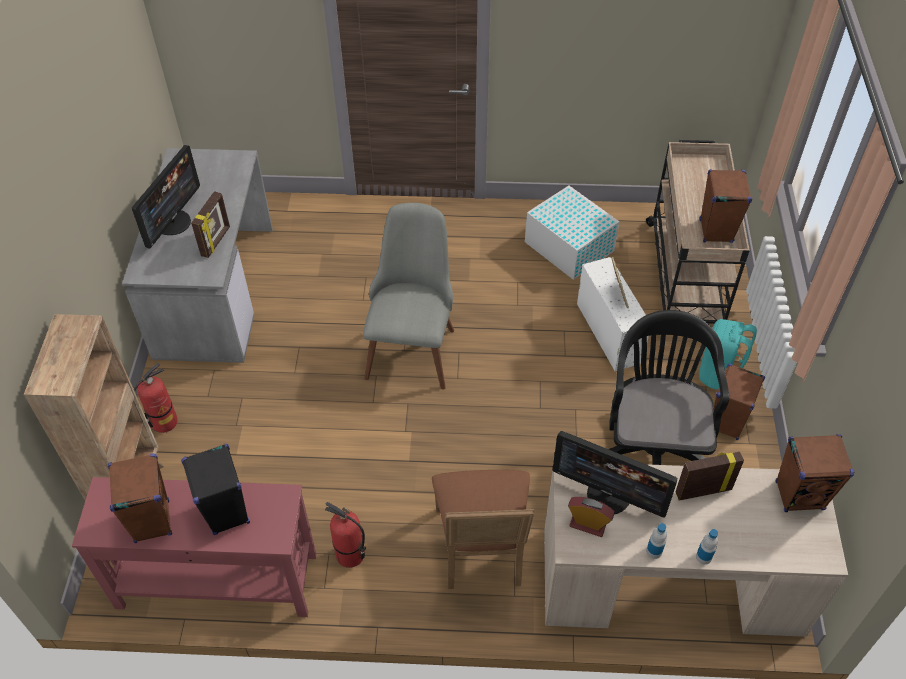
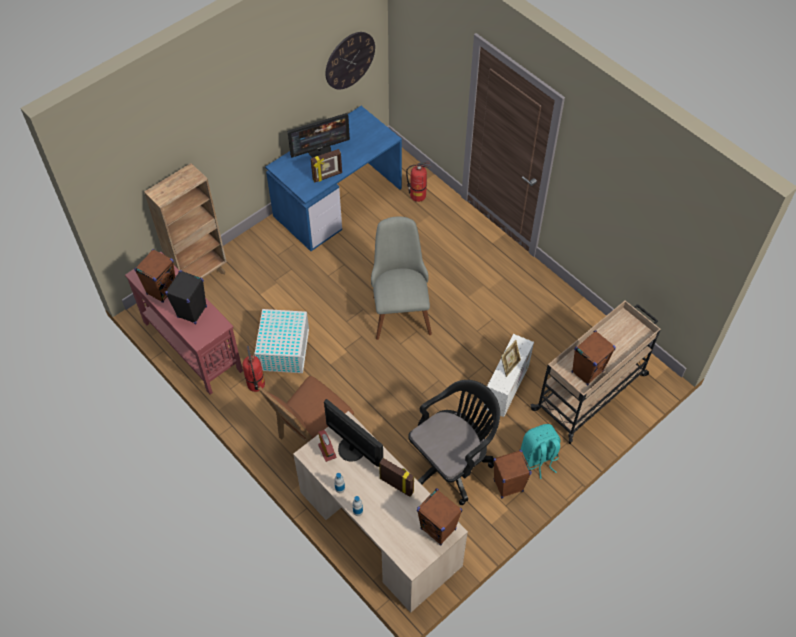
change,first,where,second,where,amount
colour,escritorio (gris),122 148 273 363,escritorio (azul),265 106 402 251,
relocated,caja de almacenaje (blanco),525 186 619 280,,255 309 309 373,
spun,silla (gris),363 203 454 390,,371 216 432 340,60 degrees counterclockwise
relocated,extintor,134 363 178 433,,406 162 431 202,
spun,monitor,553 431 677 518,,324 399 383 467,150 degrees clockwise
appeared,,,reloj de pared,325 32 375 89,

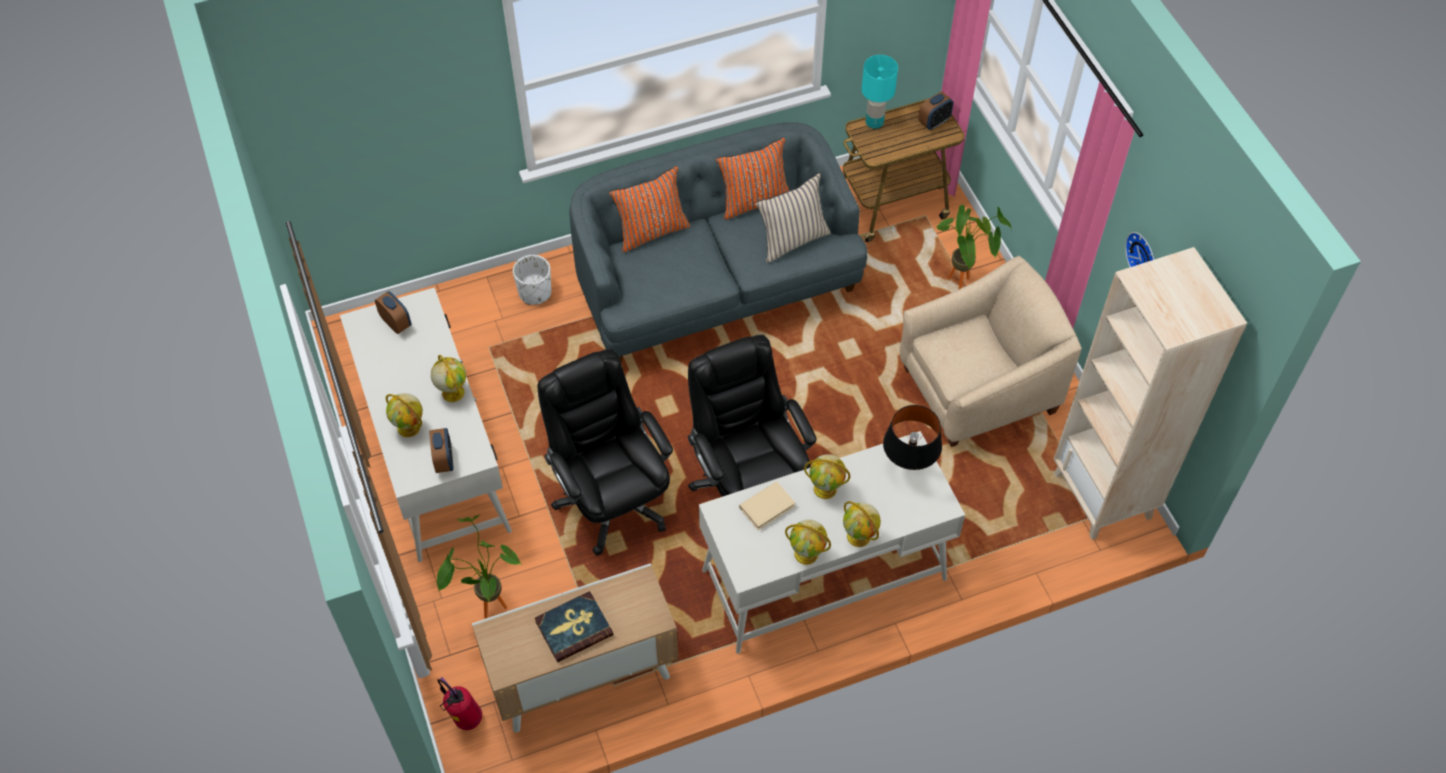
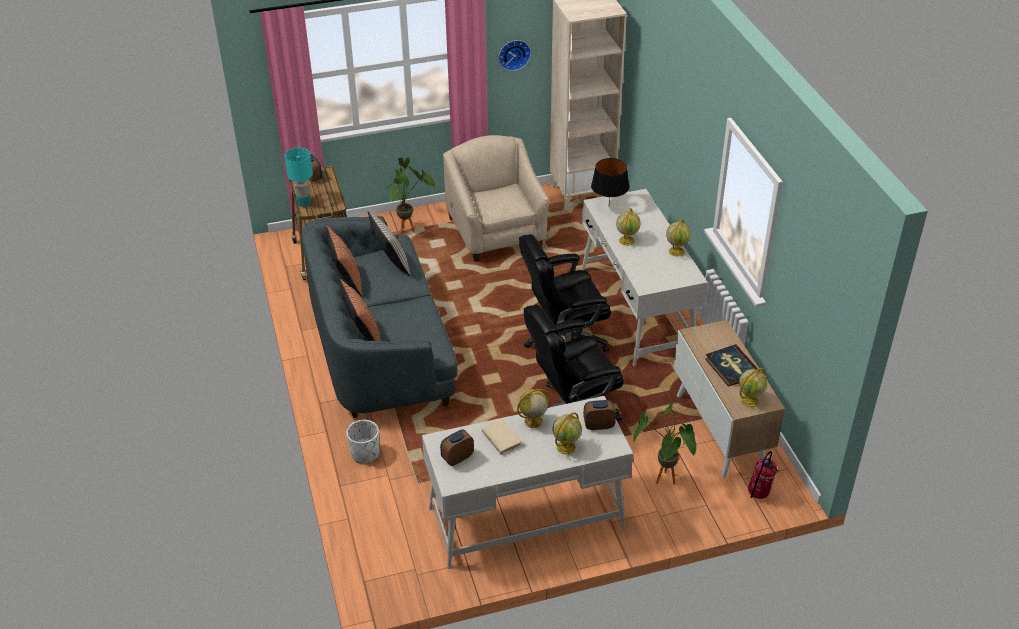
change,first,where,second,where,amount
relocated,libro (beis),739 481 795 530,,482 419 523 455,
relocated,globo terráqueo,843 501 881 547,,739 368 767 407,

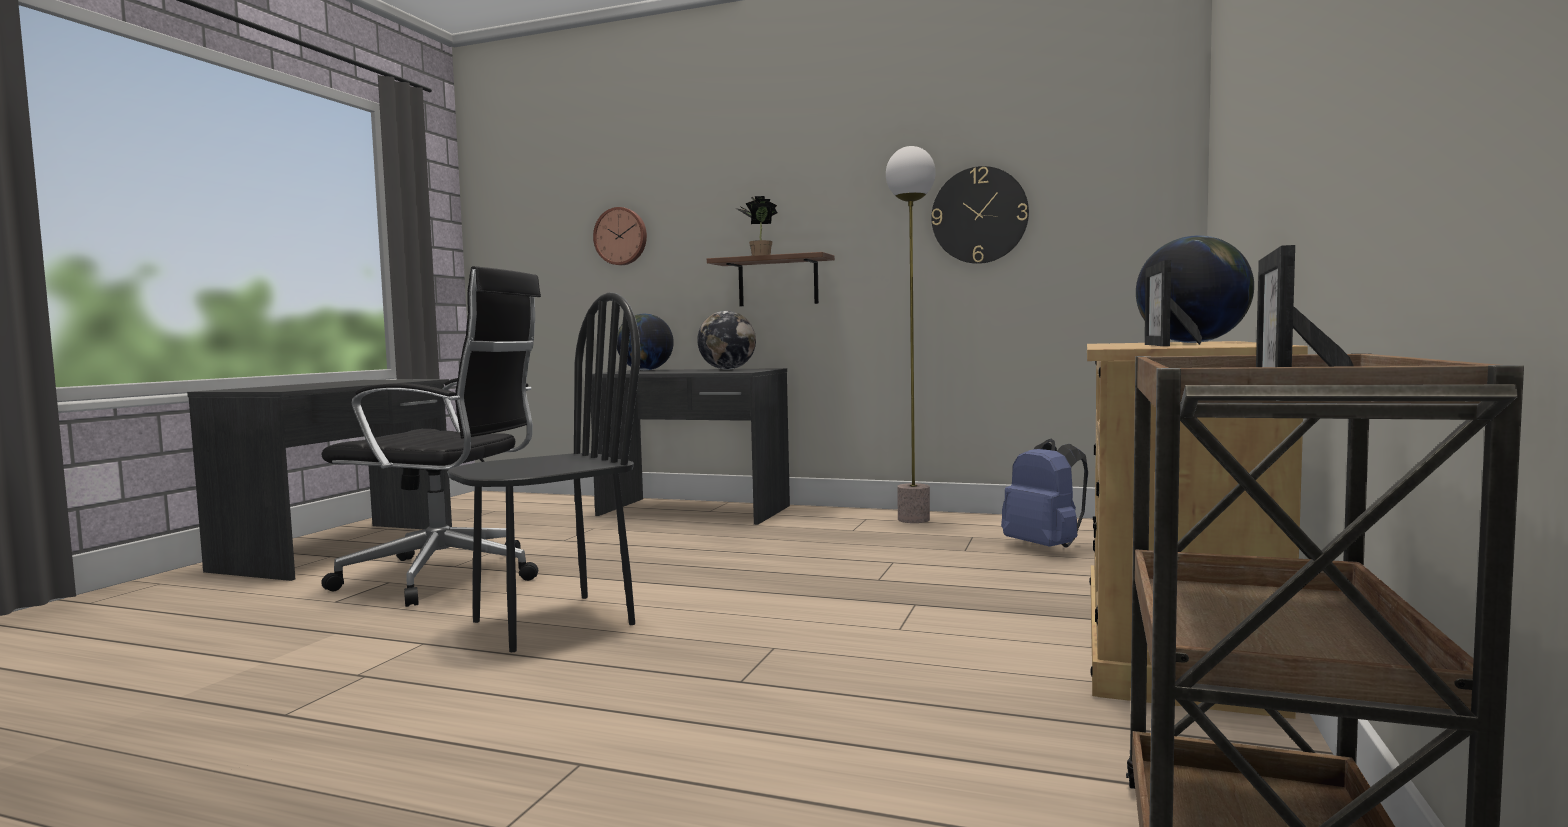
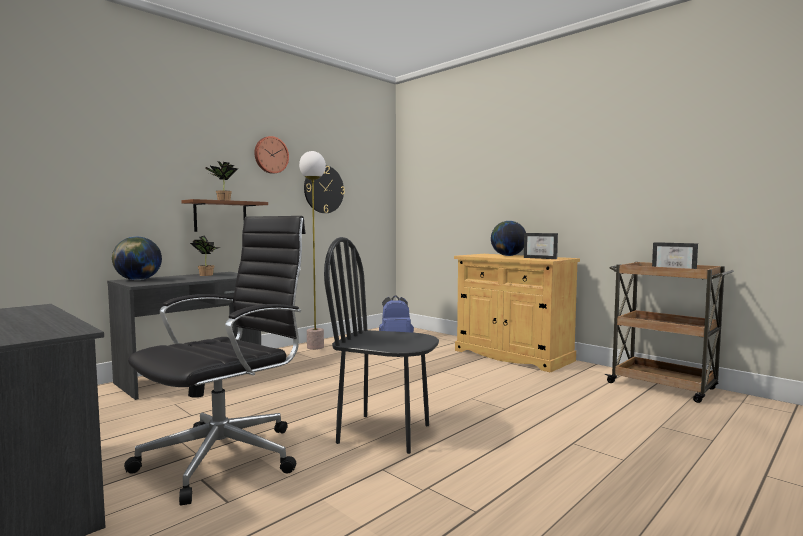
change,first,where,second,where,amount
relocated,reloj de pared,593 207 647 265,,254 136 289 174,
spun,silla (negro),447 292 640 652,,324 237 439 454,60 degrees counterclockwise
exchanged,globo terráqueo,697 311 756 370,planta en maceta,190 235 220 276,

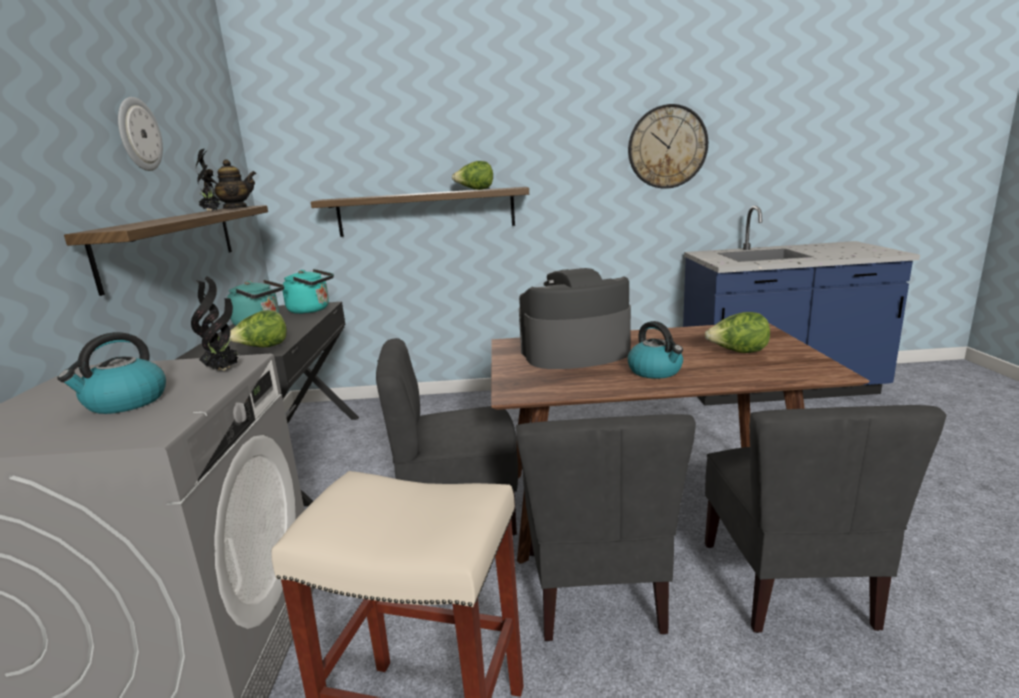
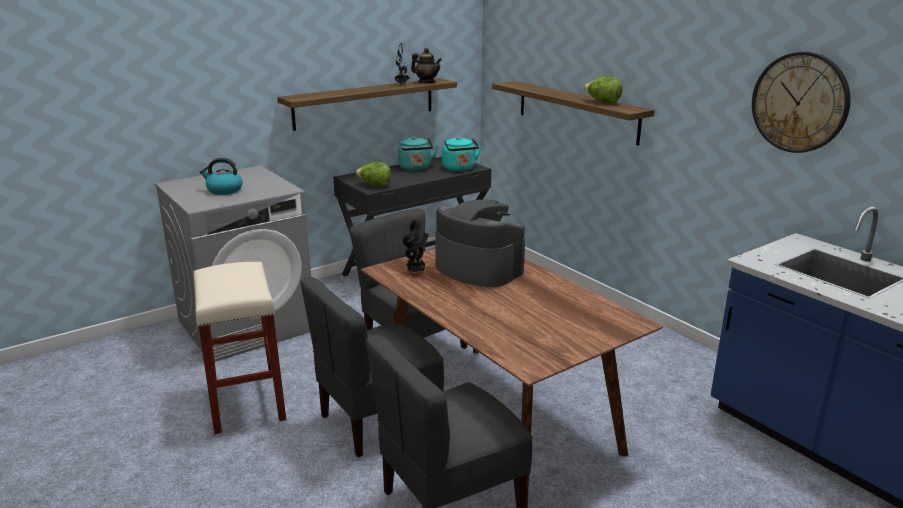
change,first,where,second,where,amount
missing,reloj de pared,118 97 163 171,,,
relocated,planta en maceta,191 276 240 371,,403 217 428 273,
missing,lechuga,705 312 770 353,,,
missing,hervidor,628 321 683 379,,,

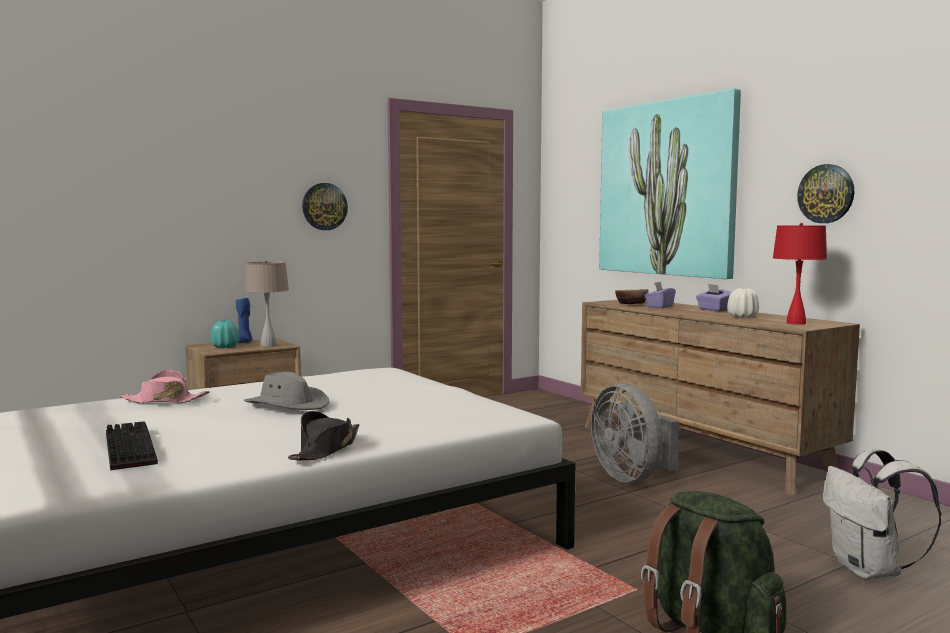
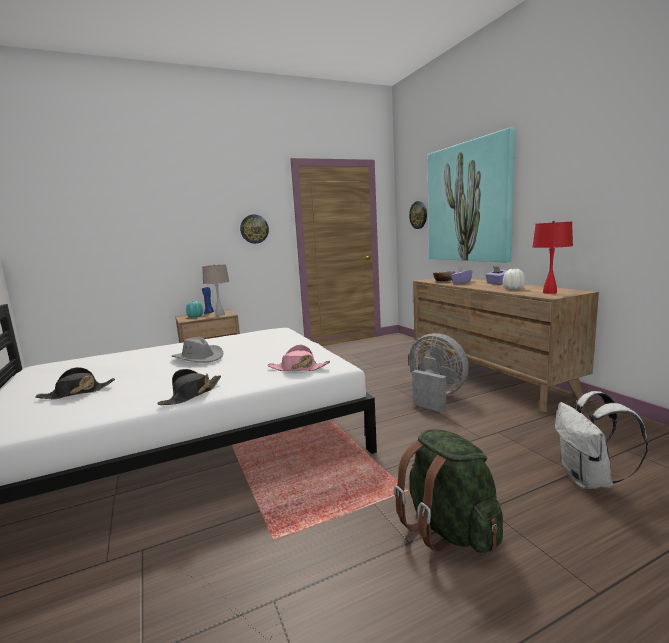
change,first,where,second,where,amount
relocated,reloj de pared,797 164 854 223,,409 201 427 229,
relocated,sombrero (rosa),120 369 209 403,,268 345 330 371,
spun,ventilador (gris),591 384 679 483,,409 333 469 413,150 degrees clockwise
exchanged,teclado,106 421 158 470,sombrero (negro),35 367 115 399,

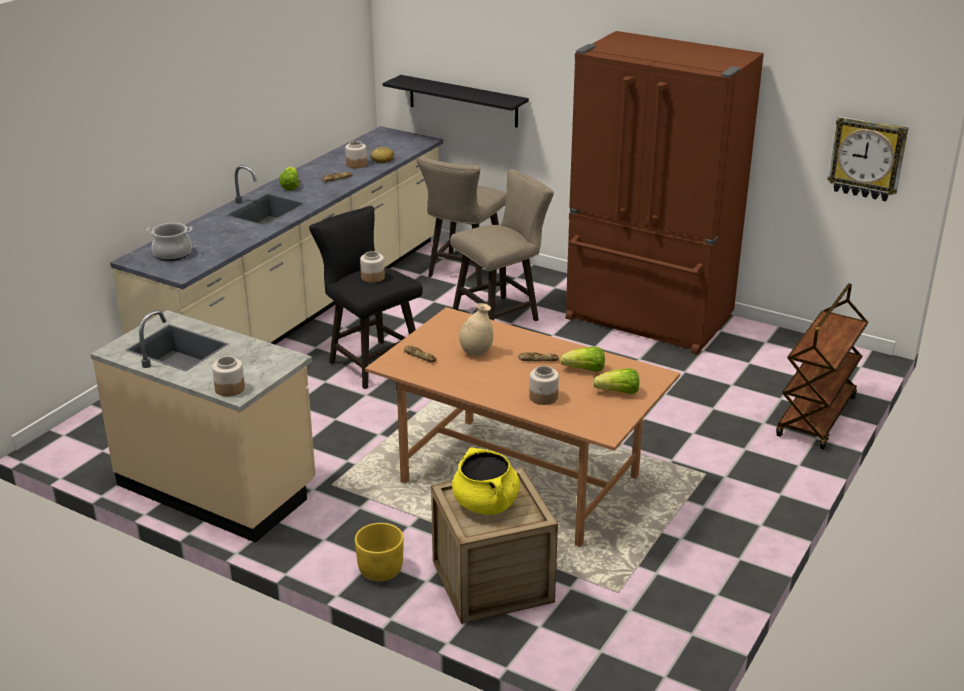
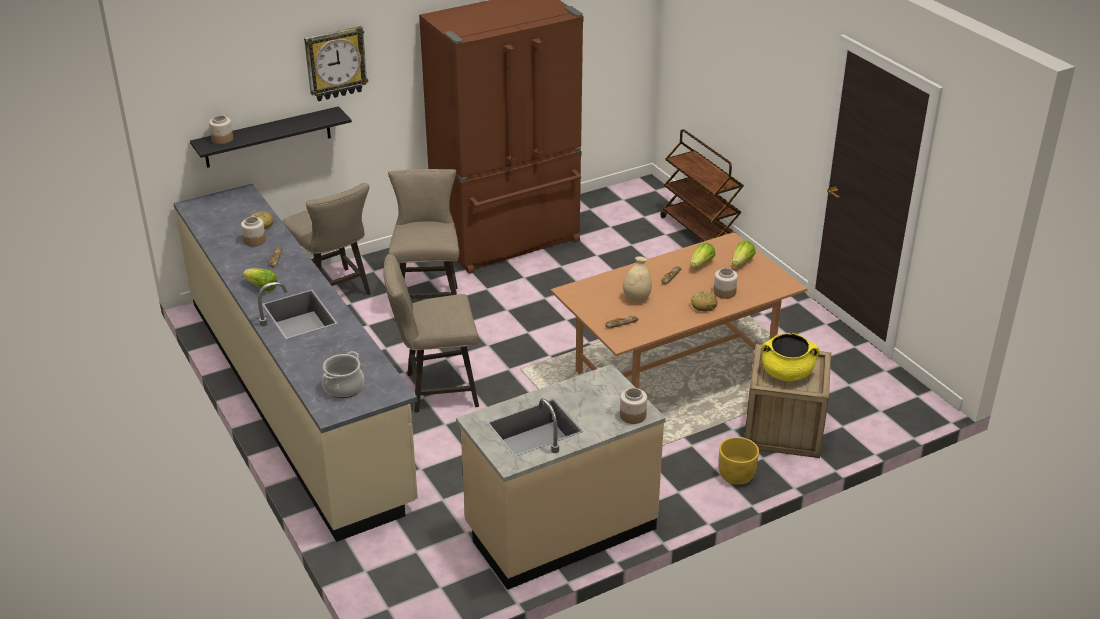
change,first,where,second,where,amount
relocated,reloj de pared,827 116 908 201,,304 26 368 101,
colour,taburete (negro),309 206 423 389,taburete (beis),384 254 479 412,
relocated,tarro,360 251 385 283,,209 115 233 144,
appeared,,,pan,691 291 717 312,

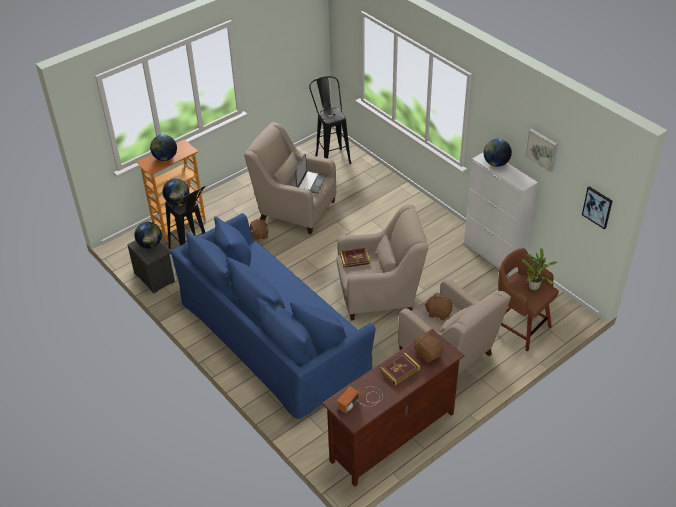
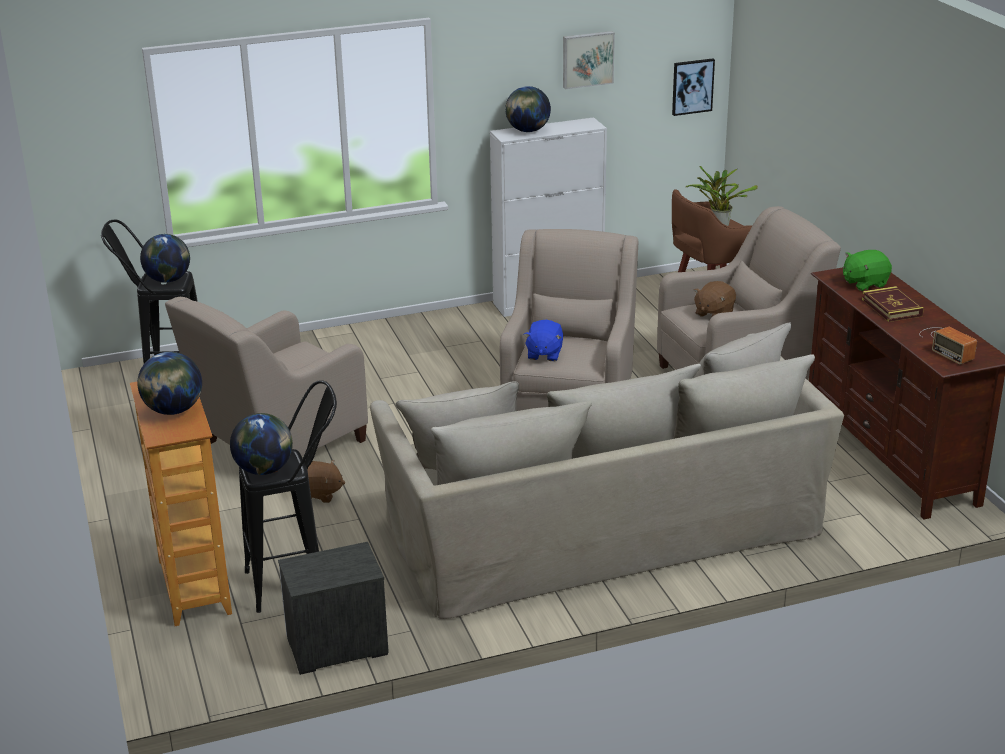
change,first,where,second,where,amount
missing,portátil,295 154 327 194,,,
colour,sofá (azul),171 213 375 419,sofá (beis),370 322 844 619,
relocated,globo terráqueo,134 222 162 249,,140 234 190 283,
exchanged,libro,340 248 370 268,peluche (azul),523 320 563 361,
colour,peluche (marrón),414 332 443 363,peluche (verde),843 250 892 291,

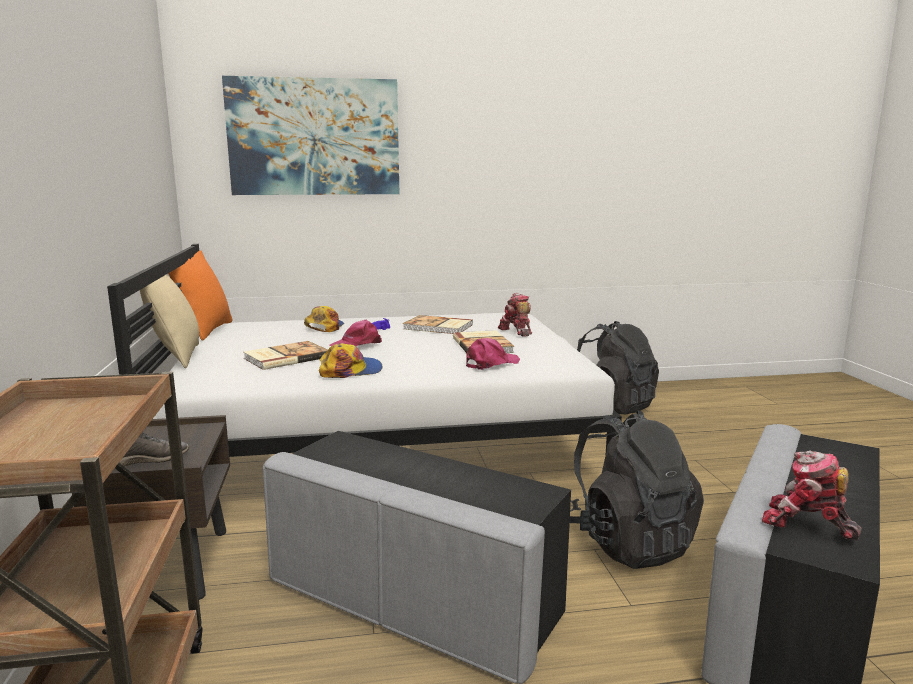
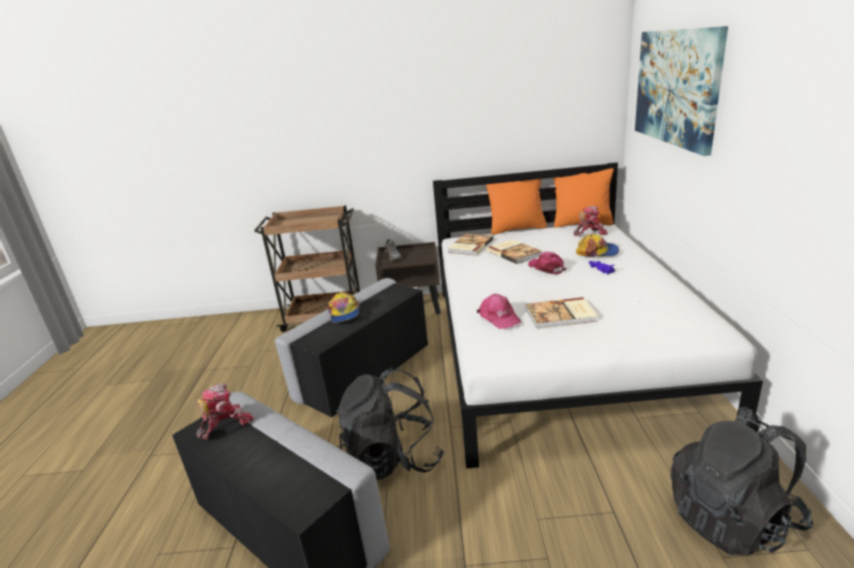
change,first,where,second,where,amount
colour,cojín (beis),140 274 199 368,cojín (naranja),486 179 547 235,
relocated,robot de juguete,498 293 532 337,,573 206 608 236,
relocated,libro,403 315 473 334,,447 234 493 255,
relocated,gorra,319 343 382 378,,328 292 359 323,

